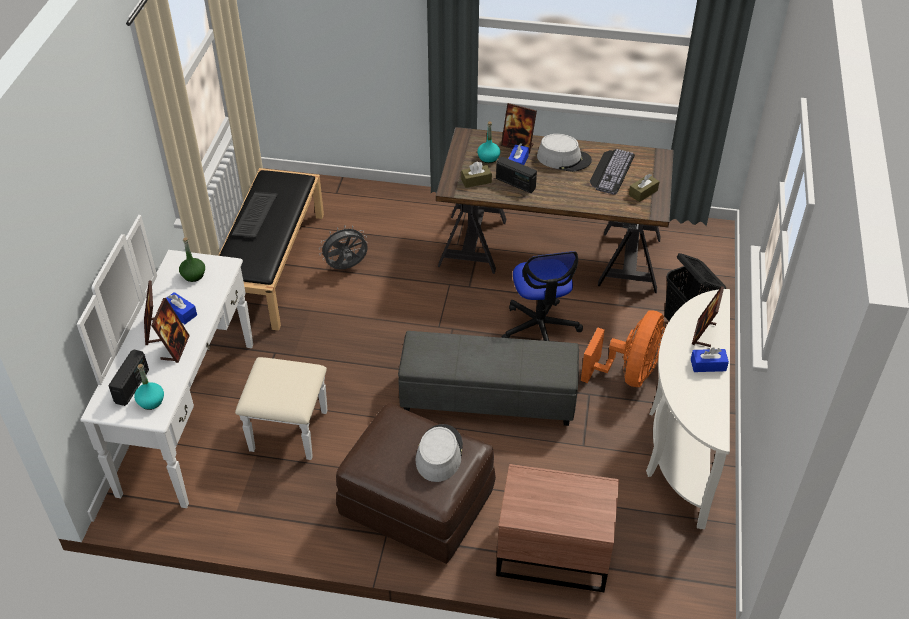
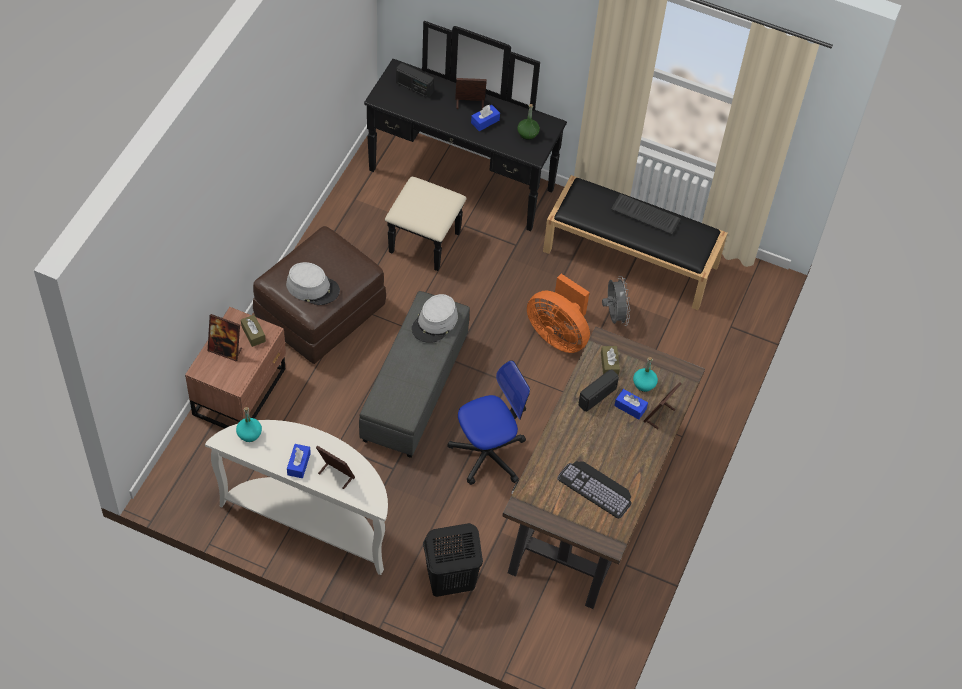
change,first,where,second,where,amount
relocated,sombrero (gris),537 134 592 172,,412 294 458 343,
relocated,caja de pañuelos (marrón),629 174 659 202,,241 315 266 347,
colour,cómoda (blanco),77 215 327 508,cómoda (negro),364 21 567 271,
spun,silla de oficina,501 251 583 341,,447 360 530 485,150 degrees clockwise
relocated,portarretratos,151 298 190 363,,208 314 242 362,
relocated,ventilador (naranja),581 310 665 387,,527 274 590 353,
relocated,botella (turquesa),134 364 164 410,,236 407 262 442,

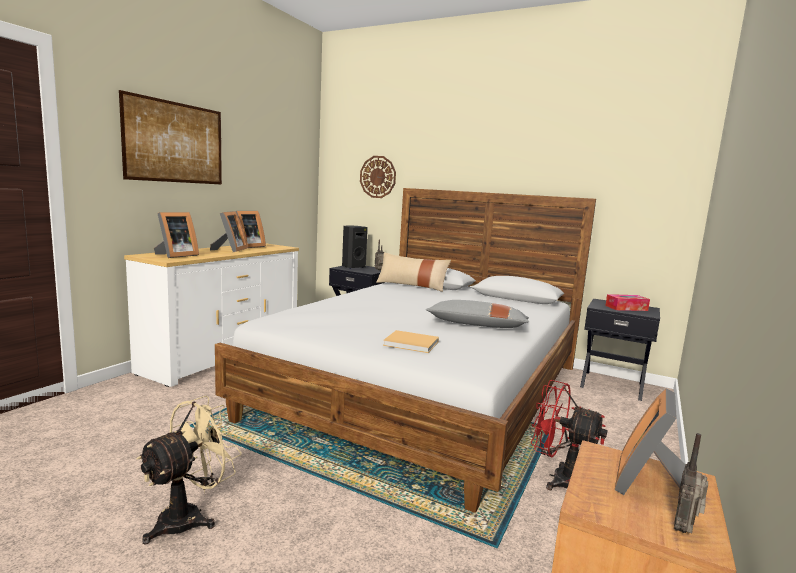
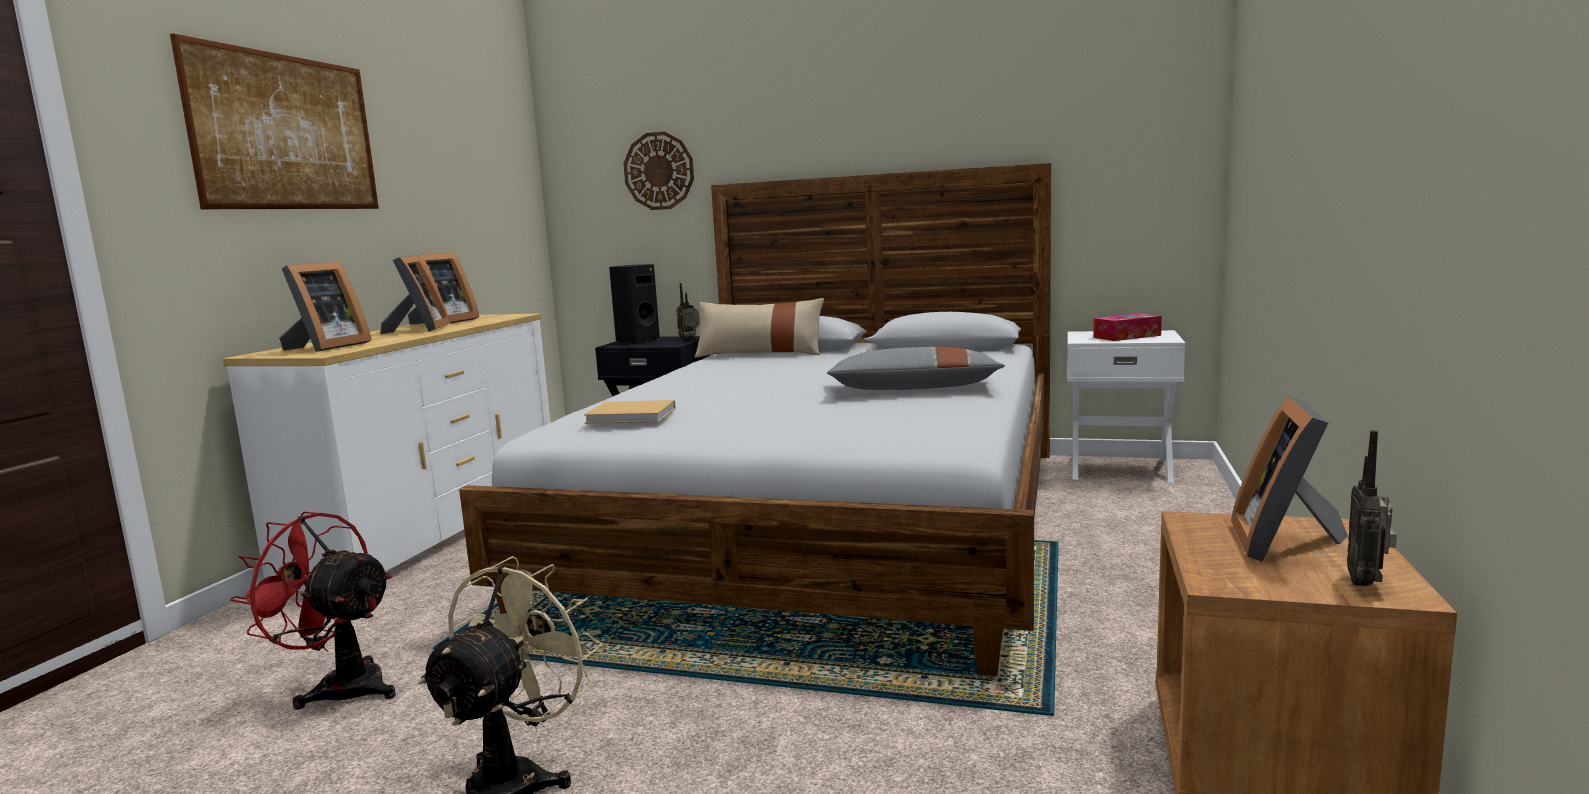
change,first,where,second,where,amount
colour,mesita de noche (negro),580 299 660 401,mesita de noche (blanco),1067 330 1185 483,
relocated,libro (beis),383 330 439 353,,584 400 676 424,
relocated,ventilador (rojo),531 380 607 490,,230 512 396 710,

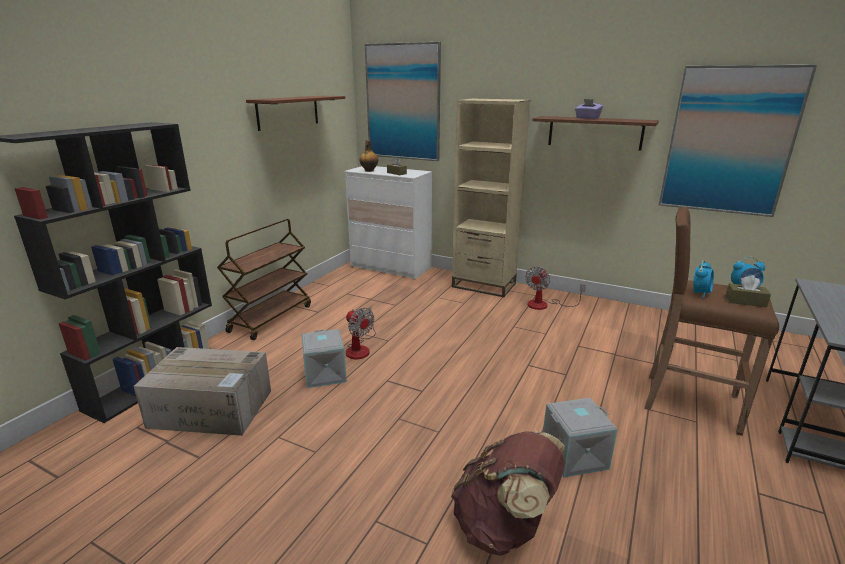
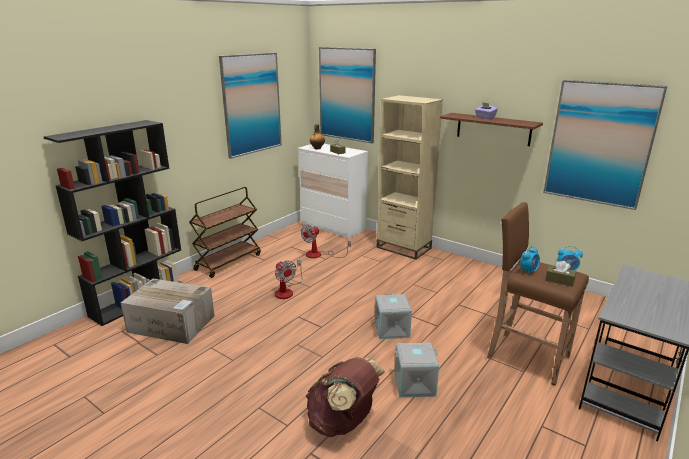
change,first,where,second,where,amount
exchanged,estante (marrón),246 96 345 131,cuadro,219 53 282 159,
relocated,ventilador,525 267 586 310,,301 224 351 258,
relocated,caja de almacenaje (gris),301 329 347 388,,375 293 412 339,

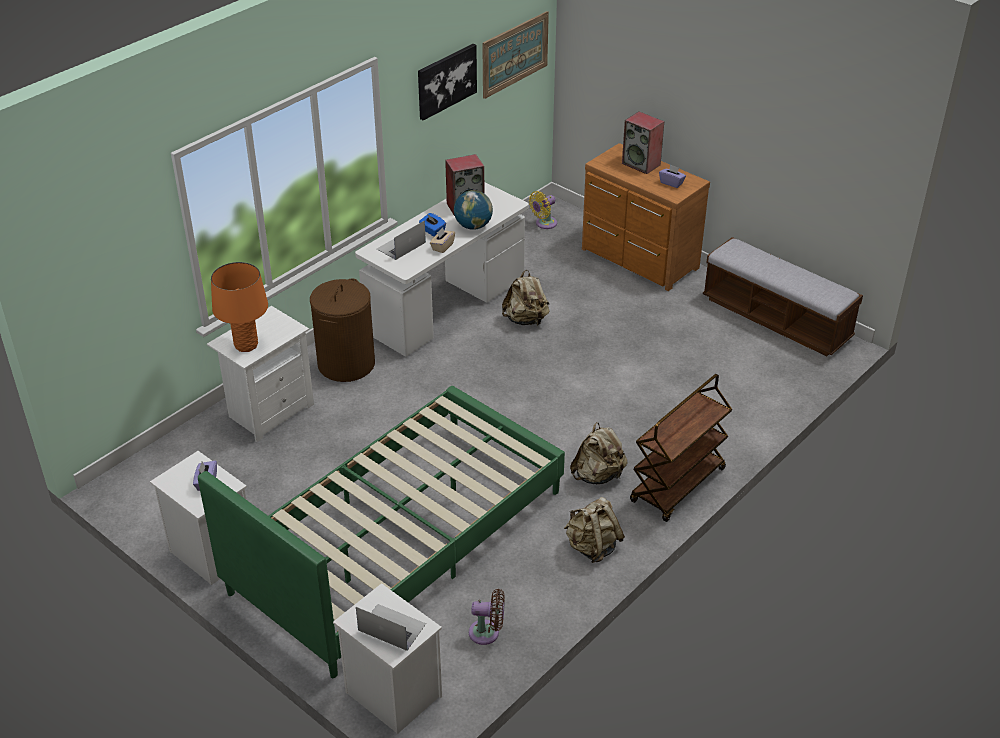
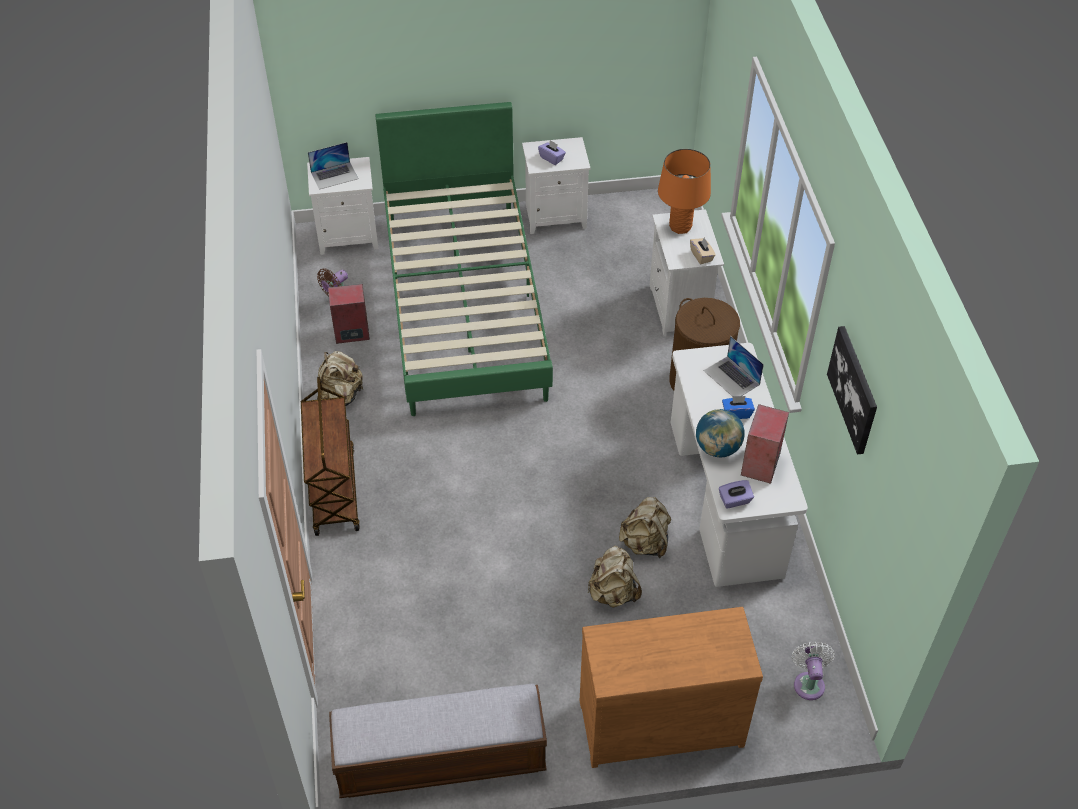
change,first,where,second,where,amount
missing,cuadro,482 11 549 99,,,
relocated,altavoz,622 112 664 174,,328 284 370 344,
relocated,caja de pañuelos (morado),659 164 686 188,,719 480 754 508,
colour,ventilador (amarillo),529 191 557 229,ventilador (blanco),792 642 835 700,
spun,portátil,377 220 426 260,,704 336 764 396,150 degrees clockwise
relocated,caja de pañuelos (beis),430 228 455 253,,690 237 716 264,
relocated,mochila (beis),570 422 627 484,,588 545 642 608,

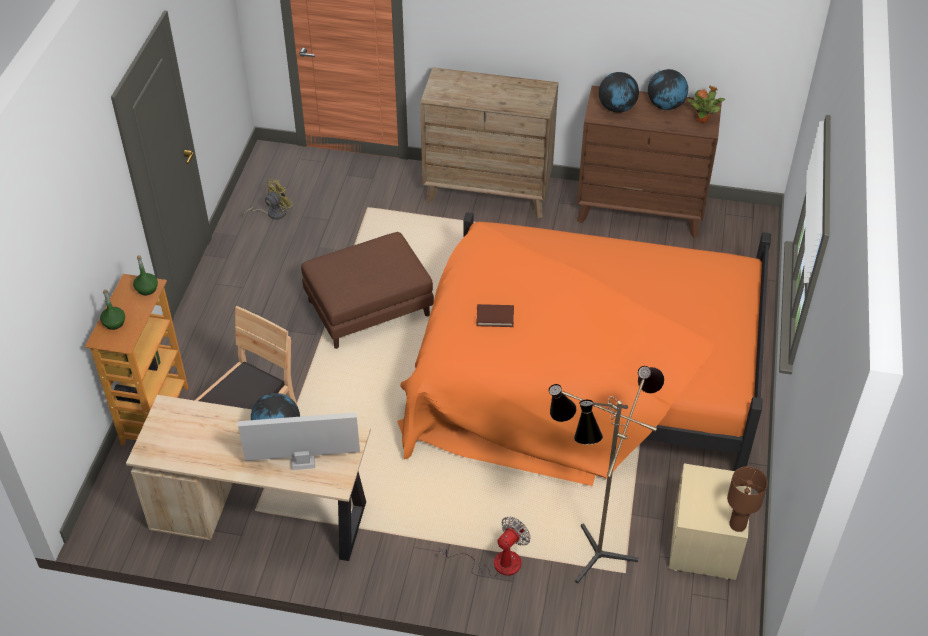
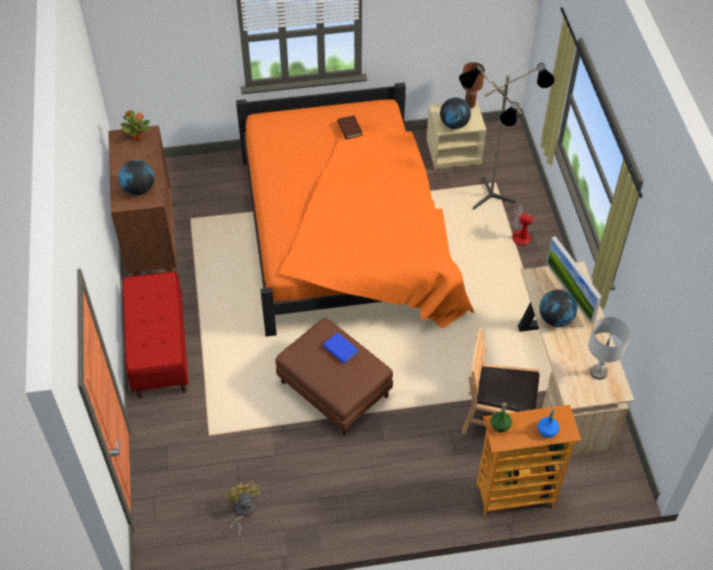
change,first,where,second,where,amount
exchanged,cómoda (marrón),420 67 558 218,banco (rojo),123 272 189 399,
relocated,globo terráqueo,648 69 688 110,,440 97 471 129,
spun,ventilador (amarillo),242 179 293 220,,225 481 260 539,45 degrees clockwise
colour,botella (verde),100 290 125 330,botella (azul),538 408 559 438,
relocated,libro (marrón),476 304 514 327,,337 115 363 139,
appeared,,,lámpara de mesa (gris),588 317 630 380,
appeared,,,libro (azul),323 332 358 364,

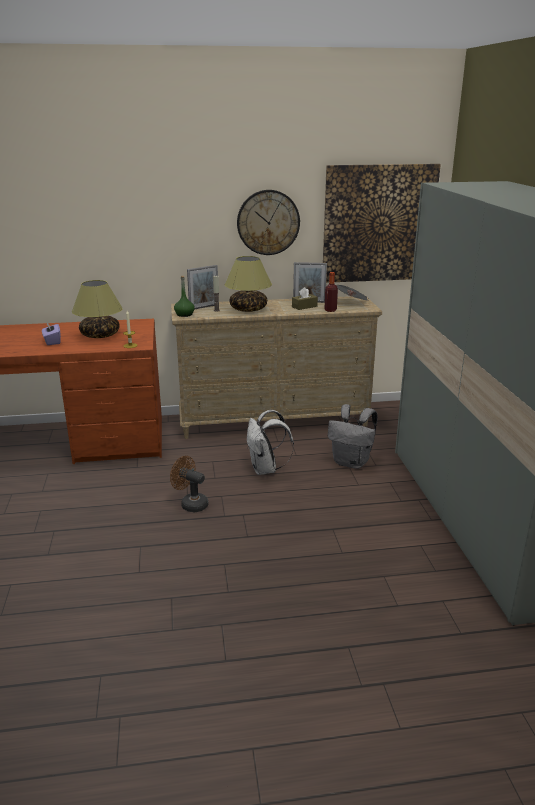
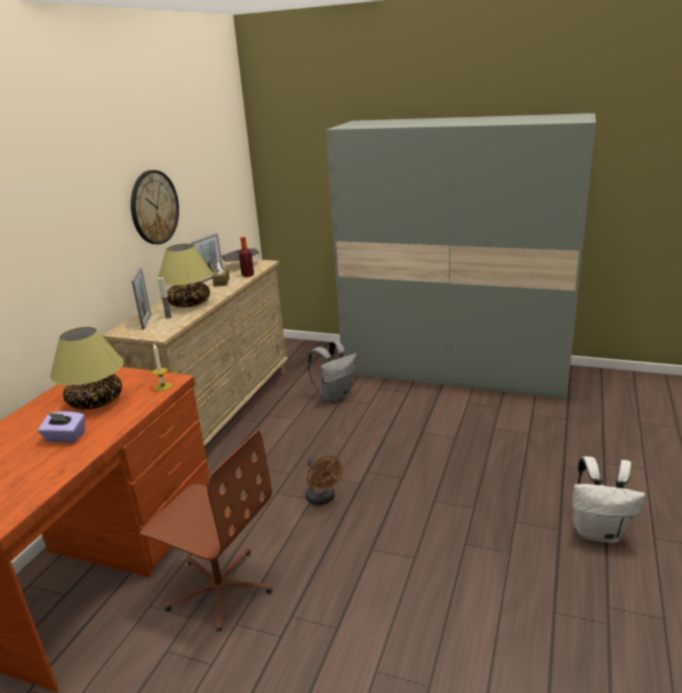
change,first,where,second,where,amount
missing,cuadro,323 164 441 283,,,
missing,botella (verde),174 276 195 317,,,
relocated,mochila (blanco),247 410 294 475,,572 456 646 543,
spun,ventilador (marrón),170 456 208 512,,306 455 342 505,90 degrees counterclockwise
appeared,,,silla de oficina (marrón),140 430 272 632,

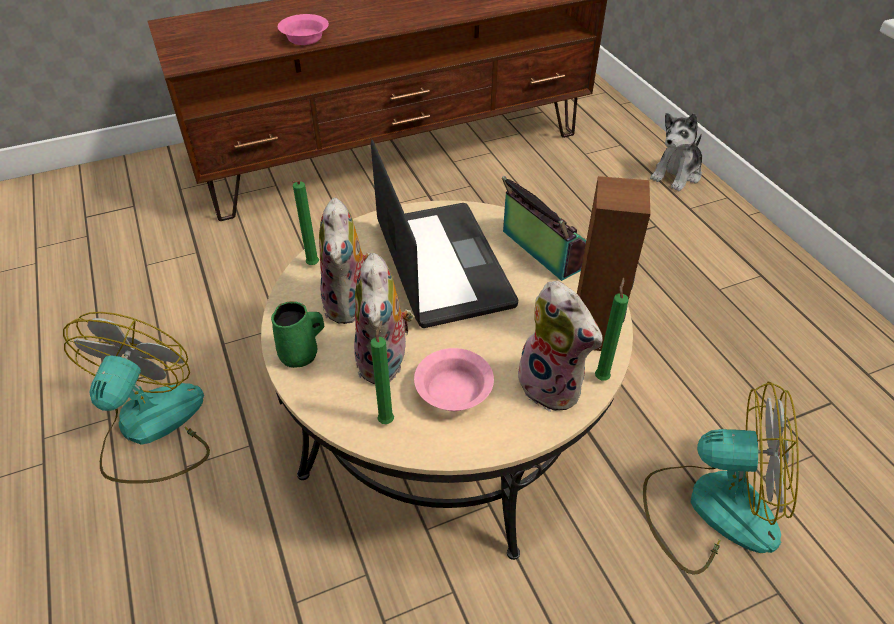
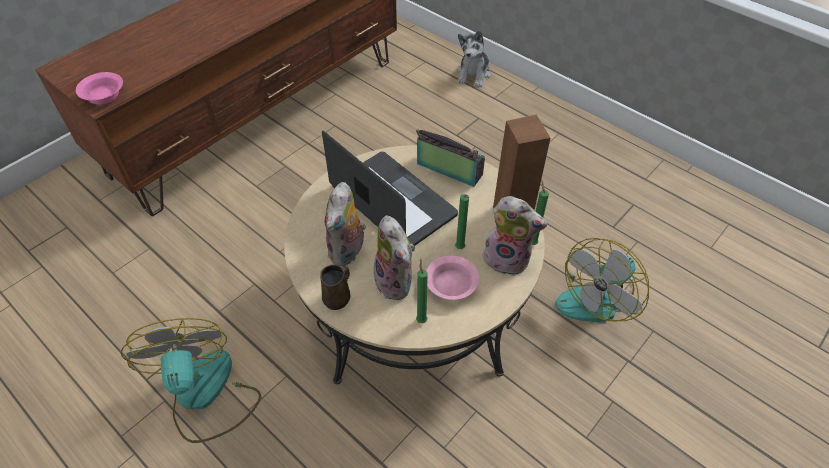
change,first,where,second,where,amount
relocated,cuenco (rosa),278 14 329 45,,76 72 123 105,
relocated,vela (verde),293 181 319 265,,455 194 469 249,
spun,peluche,319 198 371 324,,325 182 366 266,45 degrees clockwise
colour,taza grande (verde),271 301 324 368,taza grande (marrón),321 264 350 310,
spun,ventilador,643 381 799 575,,555 238 649 322,150 degrees clockwise

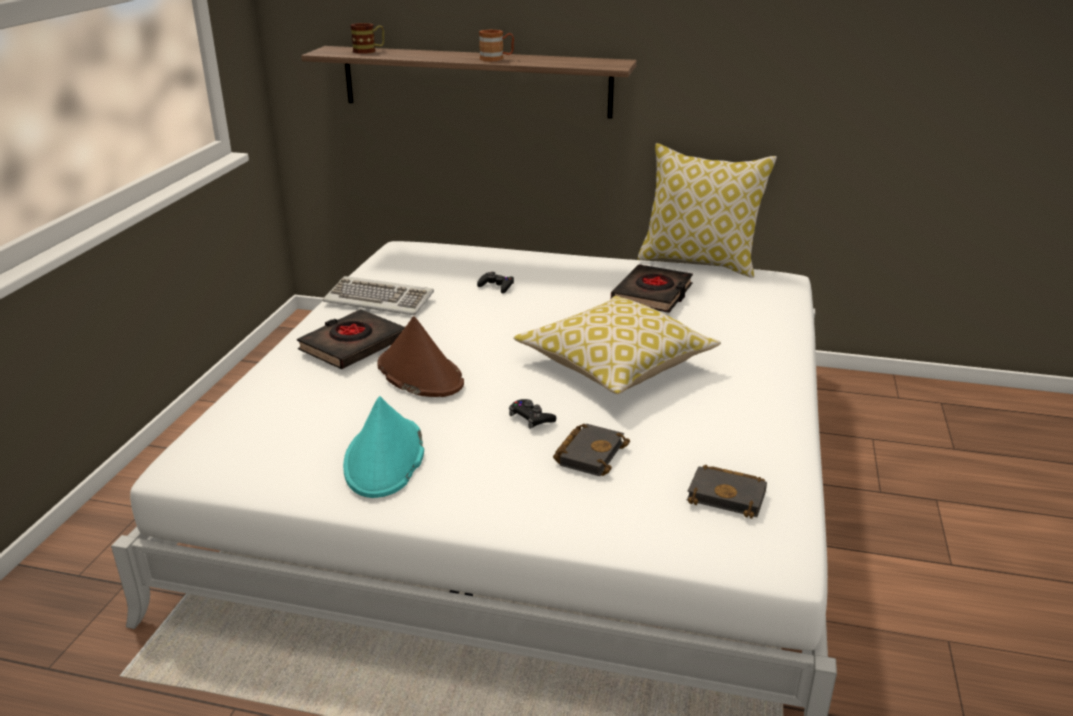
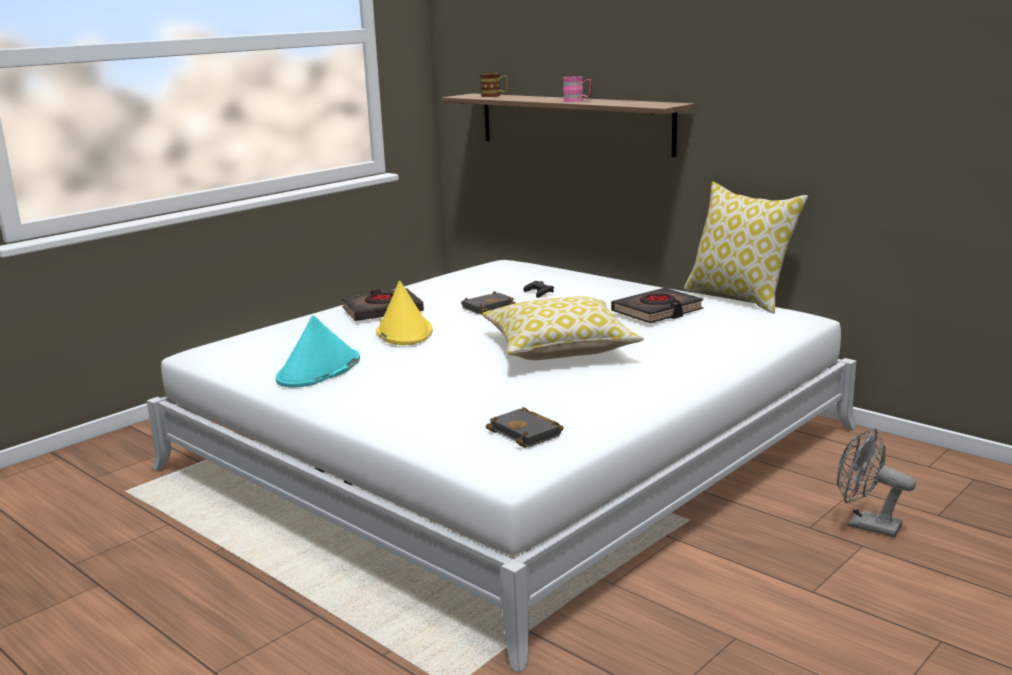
change,first,where,second,where,amount
colour,taza grande (marrón),479 30 514 62,taza grande (rosa),563 76 592 102,
missing,teclado,323 276 434 315,,,
colour,sombrero (marrón),377 316 464 397,sombrero (amarillo),376 280 433 345,
missing,mando de consola (negro),509 399 556 429,,,
relocated,libro (negro),553 424 630 476,,461 291 516 315,
appeared,,,ventilador (gris),837 428 916 537,

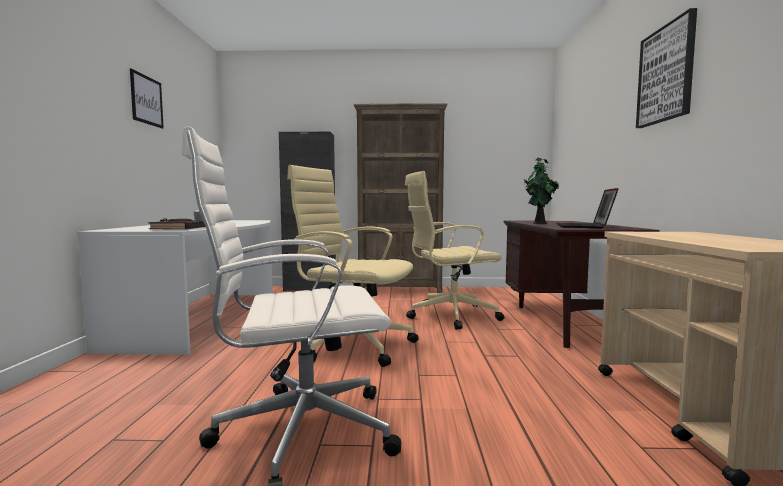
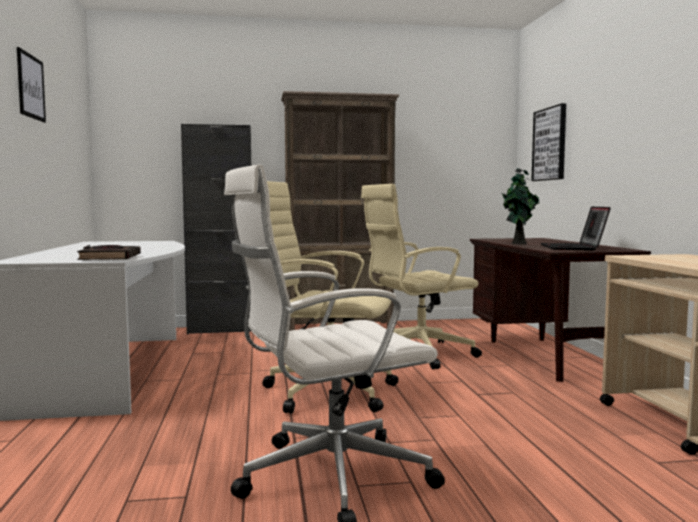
change,first,where,second,where,amount
relocated,cuadro,636 8 697 128,,531 103 566 181,

